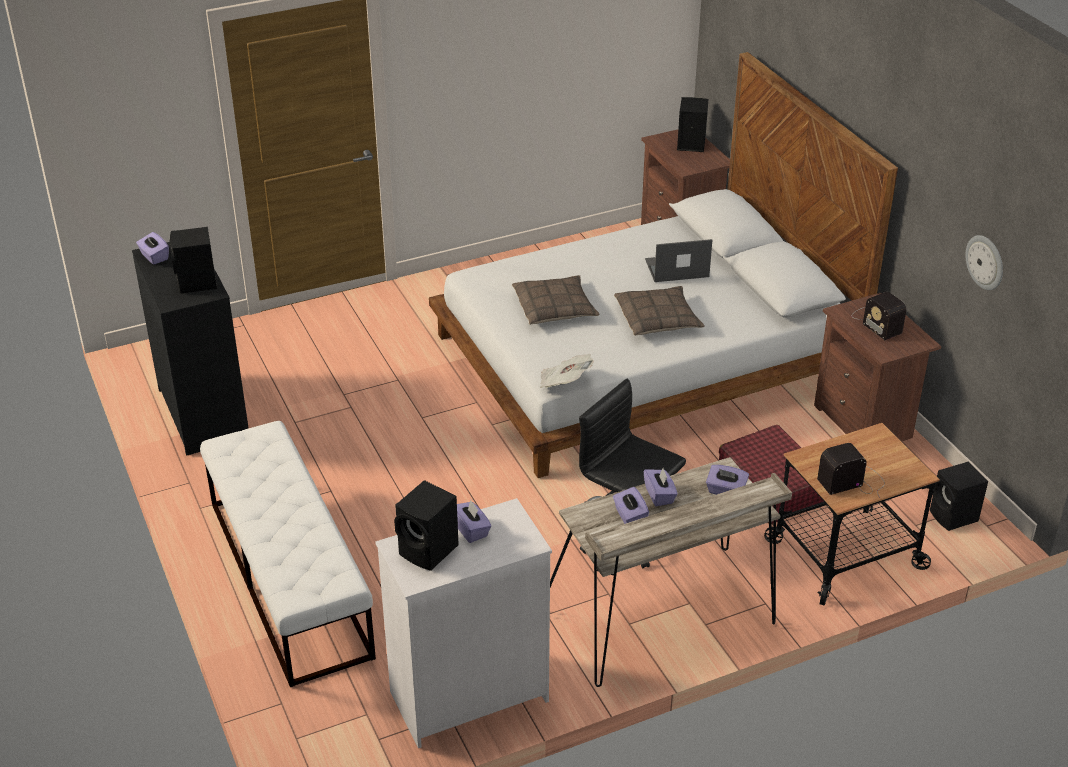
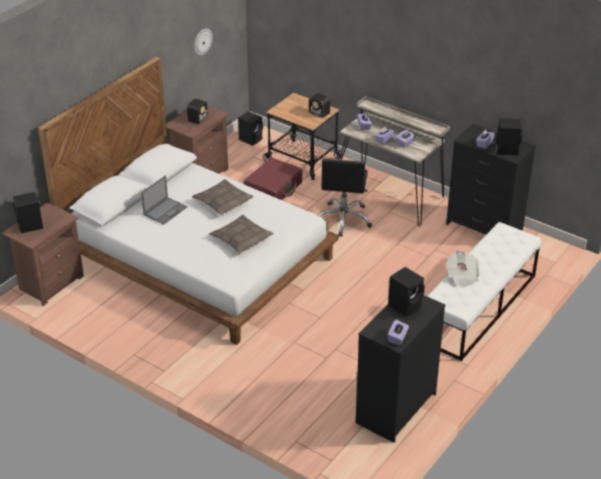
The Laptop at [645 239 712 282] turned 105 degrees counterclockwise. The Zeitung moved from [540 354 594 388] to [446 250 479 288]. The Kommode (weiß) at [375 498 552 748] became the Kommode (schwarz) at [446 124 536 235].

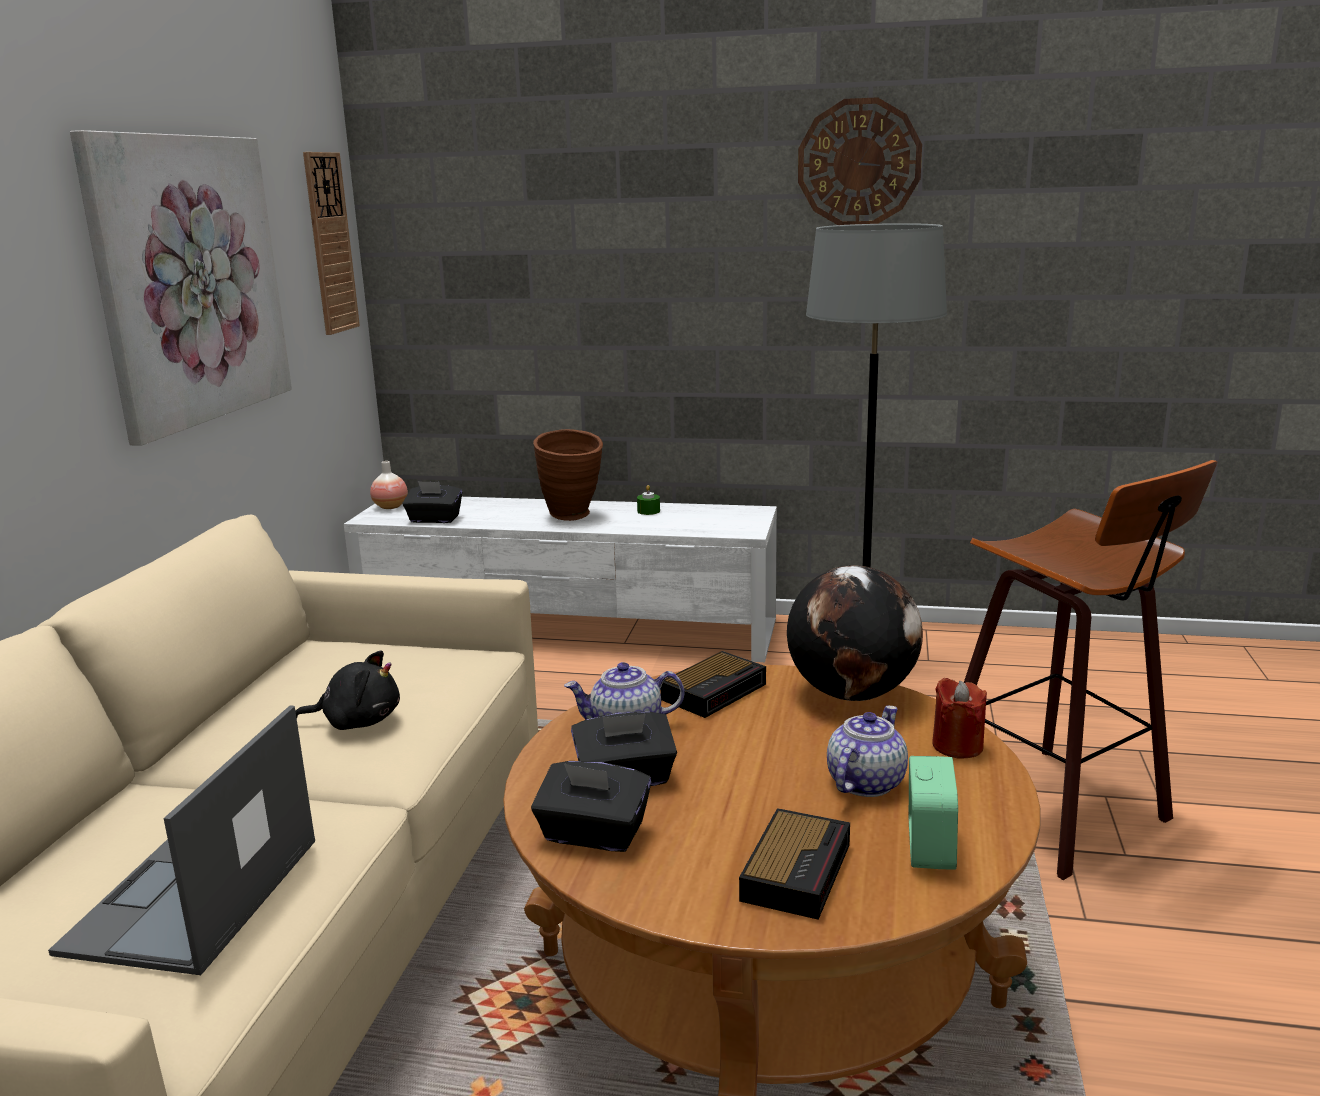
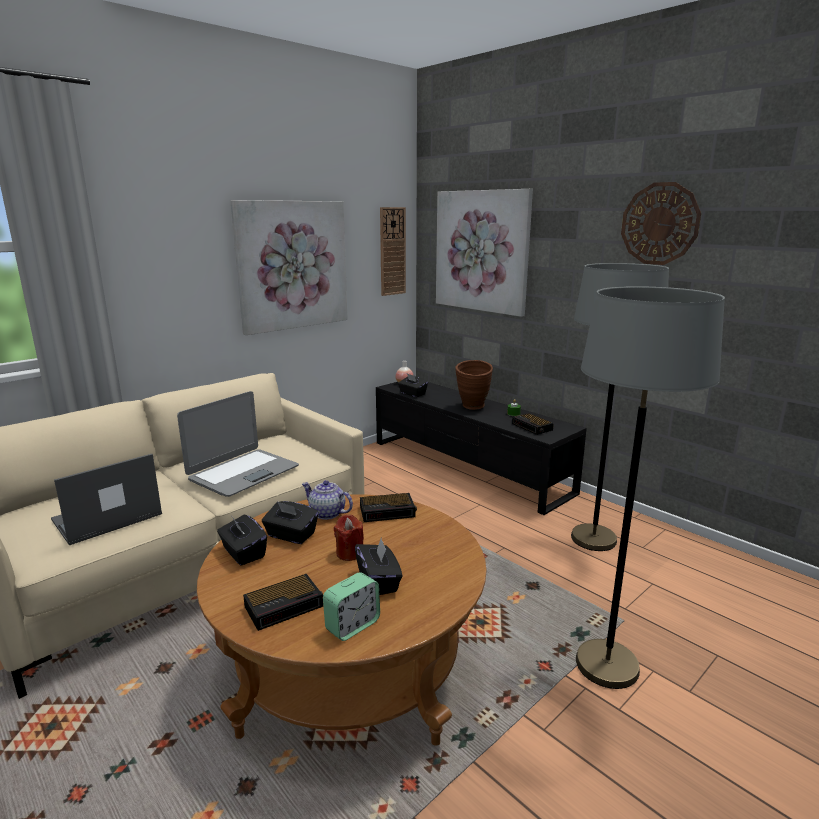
The Hocker at [964 460 1217 880] was replaced by the Stehlampe (grau) at [576 286 725 689]. The Fernsehschrank (weiß) at [344 497 777 662] became the Fernsehschrank (schwarz) at [376 382 587 515]. The Globus at [787 565 923 701] disappeared. The Plüschtier (schwarz) at [295 650 400 730] was replaced by the Laptop at [177 391 299 497]. The Kerze (rot) moved from [932 678 987 759] to [334 515 364 561]. The Teekanne at [827 706 908 797] was replaced by the Taschentuchbox (schwarz) at [355 538 402 595]. The Bild at [436 189 533 317] appeared. The Wecker at [512 413 554 435] appeared.

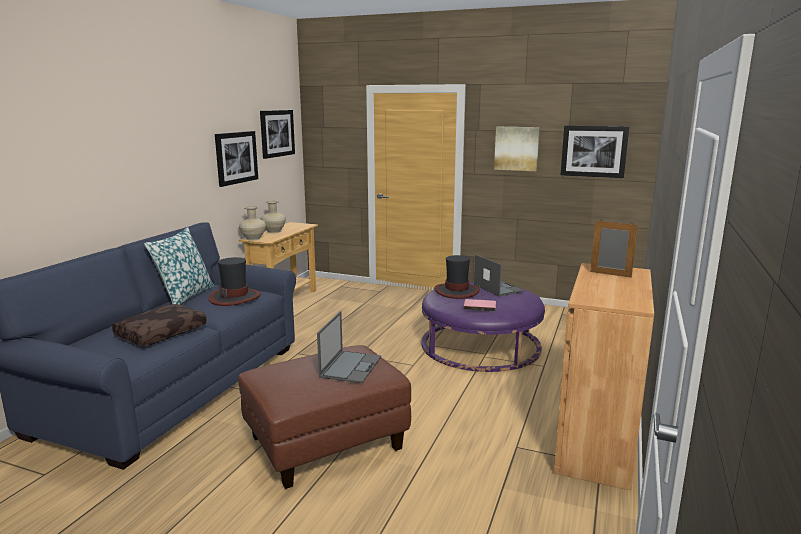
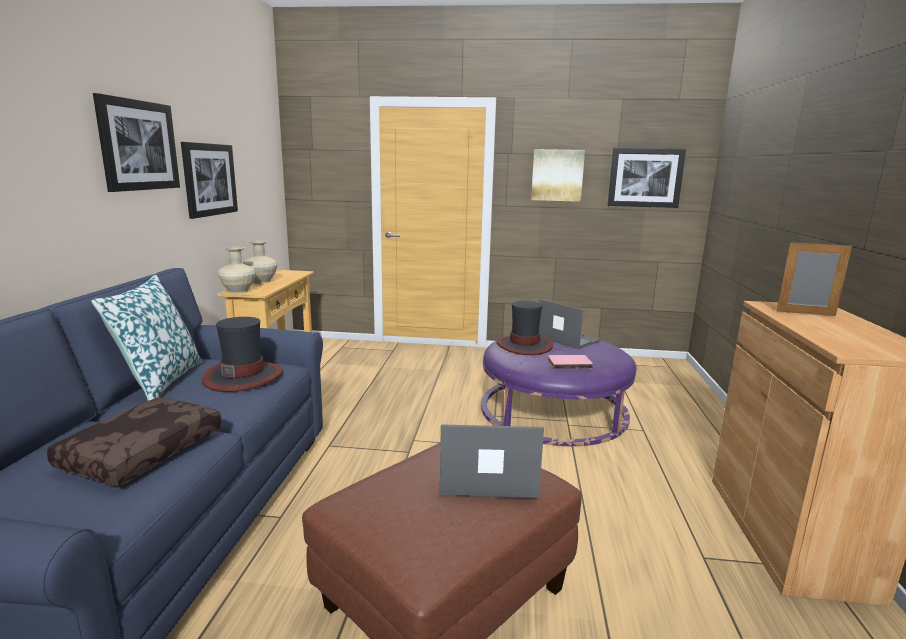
The Bild moved from [260 110 295 159] to [93 93 180 192]. The Laptop at [317 311 381 383] turned 90 degrees counterclockwise.

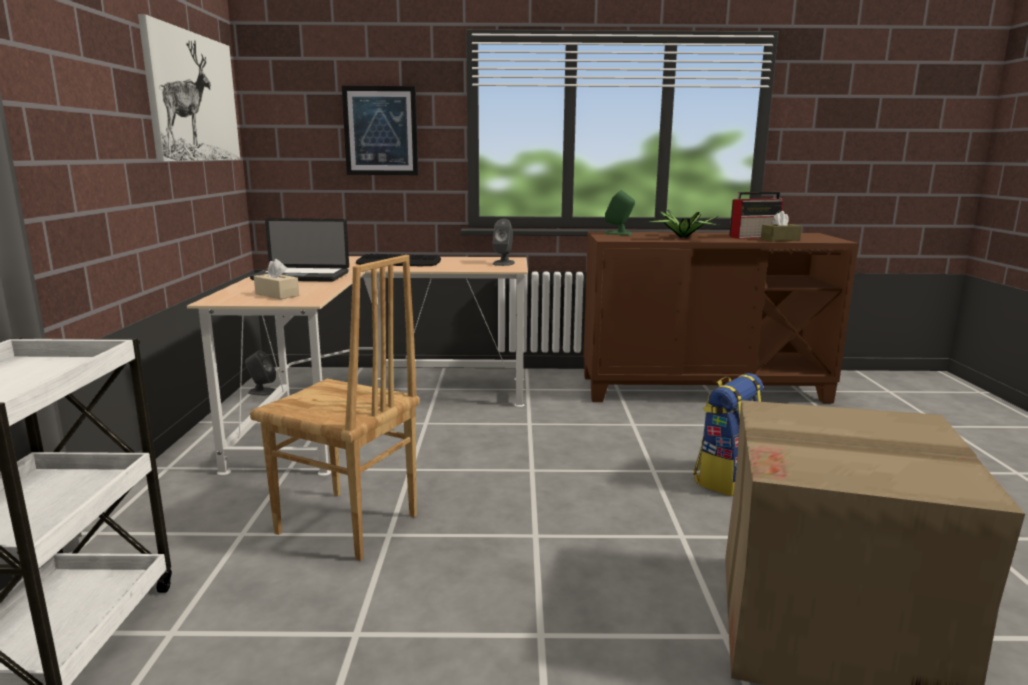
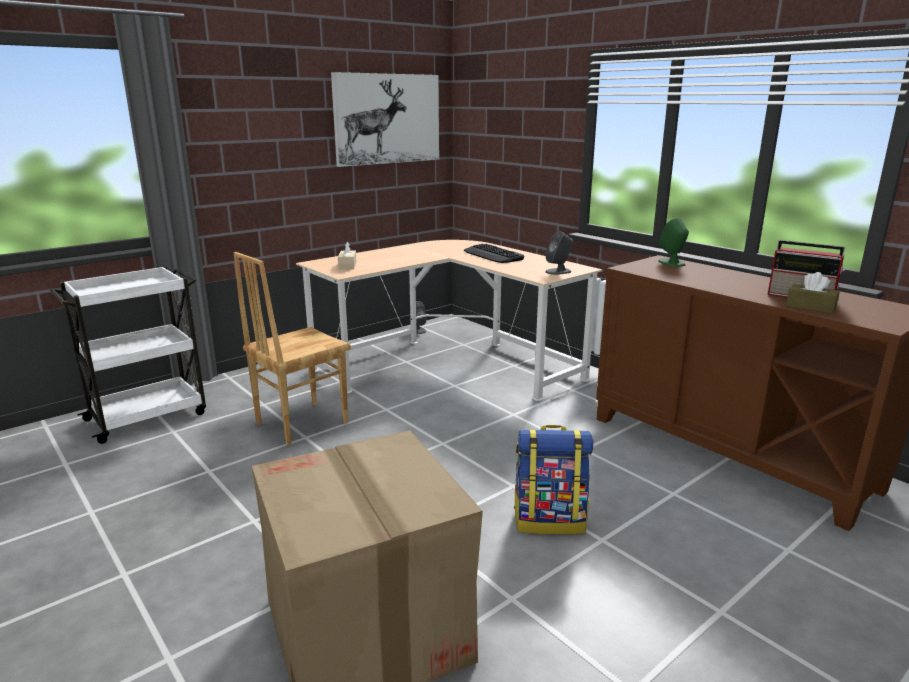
The Bild at [342 86 418 175] disappeared. The Topfpflanze at [647 210 719 238] disappeared. The Laptop at [250 218 349 282] disappeared. The Stuhl (braun) at [250 255 420 561] turned 60 degrees clockwise.

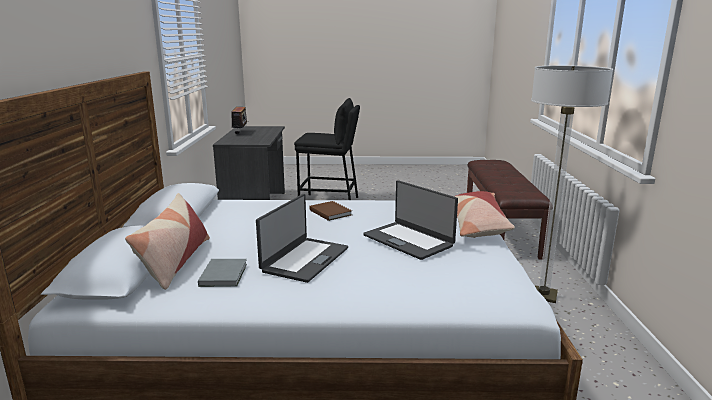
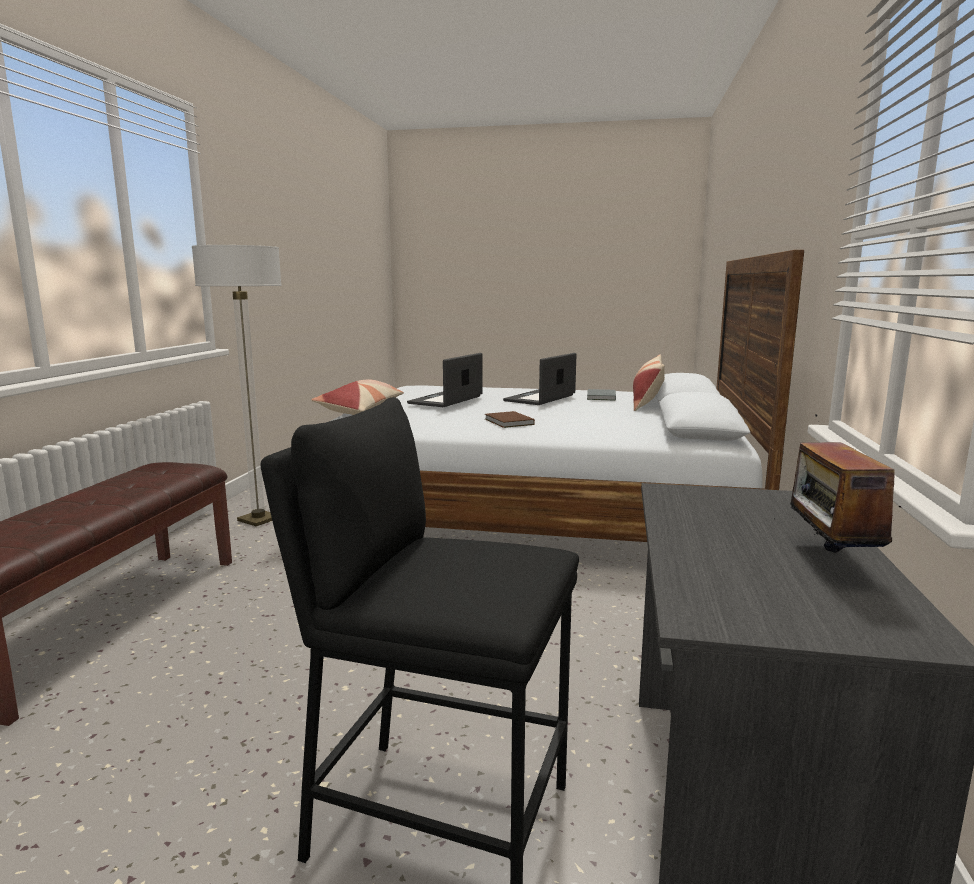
The Laptop at [363 180 458 260] turned 120 degrees counterclockwise.

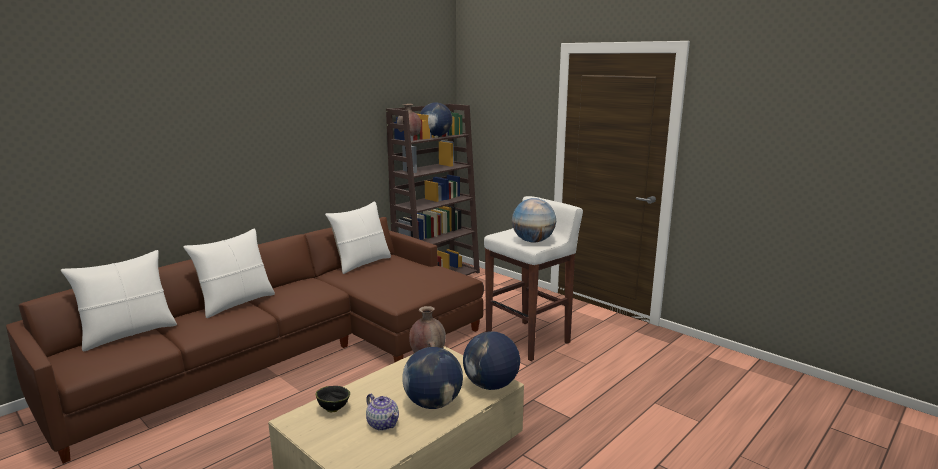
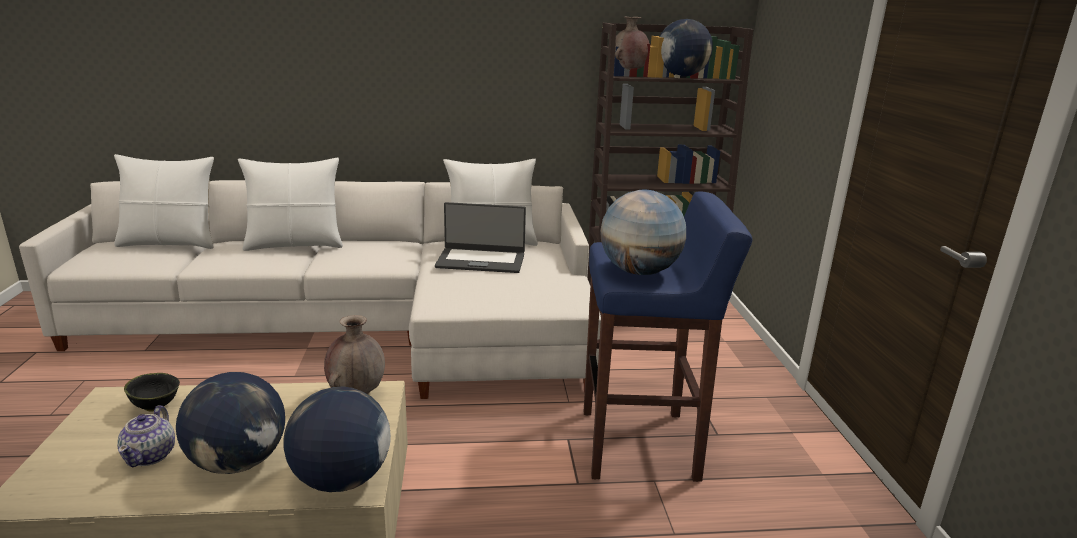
The Hocker (weiß) at [484 196 583 361] became the Hocker (blau) at [584 191 753 482]. The Sofa (braun) at [6 217 484 464] became the Sofa (weiß) at [19 180 601 399]. The Laptop at [435 202 526 273] appeared.

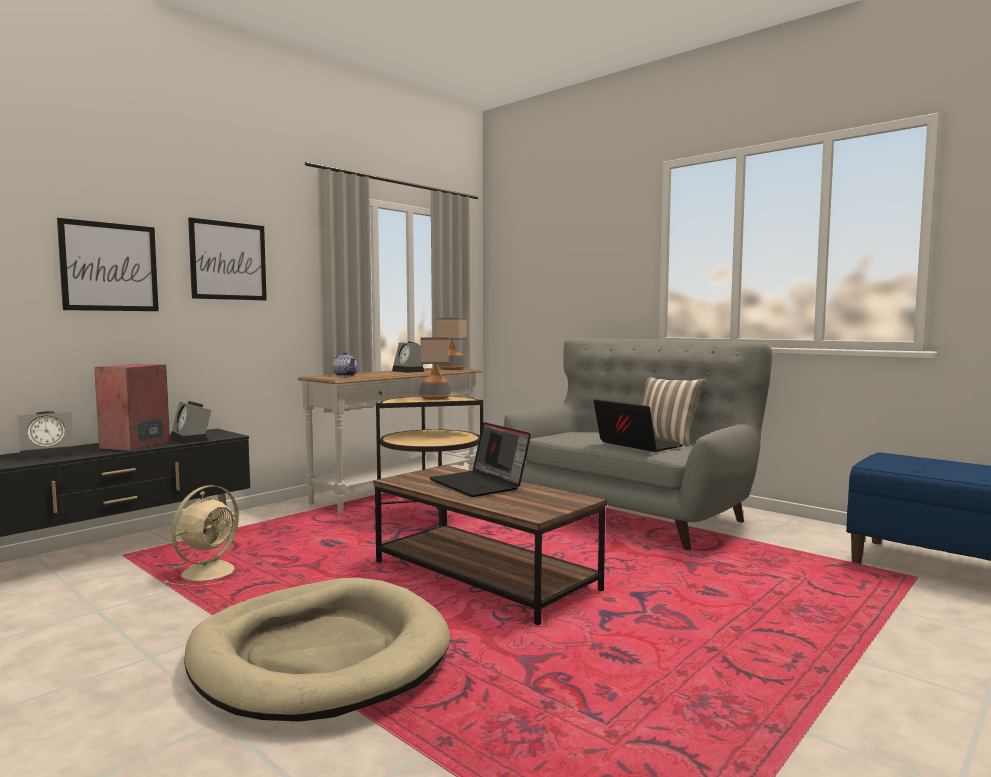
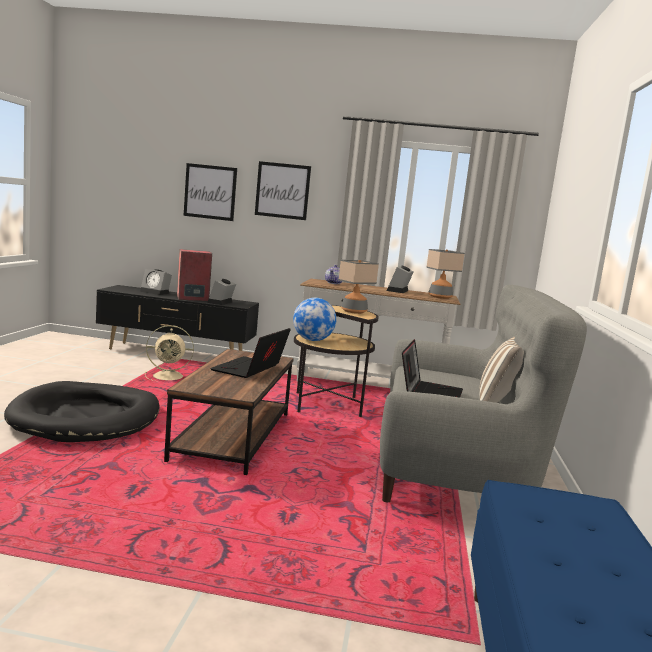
The Hundebett (beige) at [184 578 450 722] became the Hundebett (schwarz) at [4 381 159 442]. The Globus at [293 298 336 341] appeared.

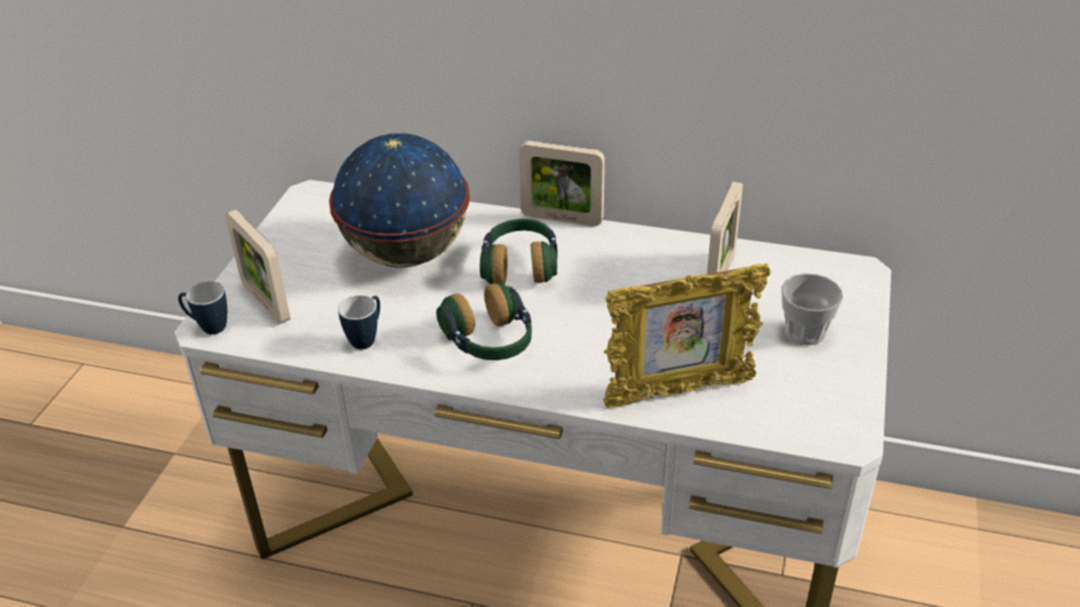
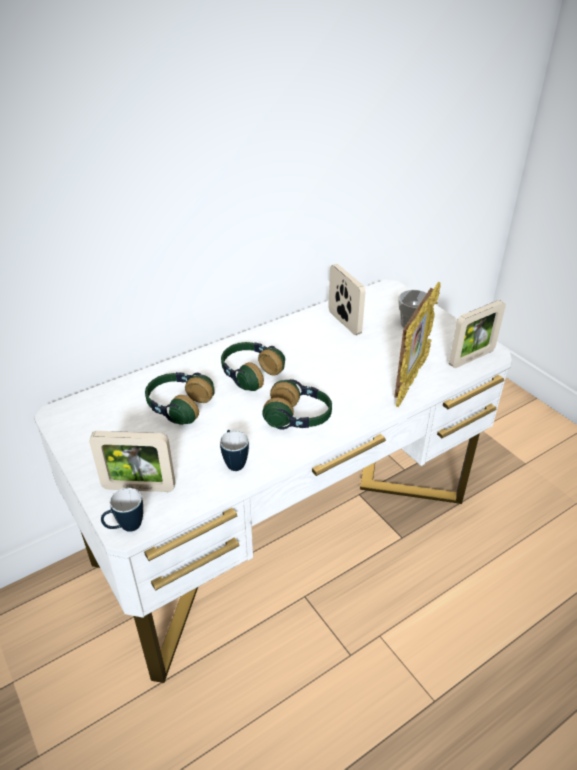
The Globus at [329 133 470 267] was replaced by the Kopfhörer at [145 372 215 425]. The Bilderrahmen moved from [519 141 605 226] to [449 300 506 368].

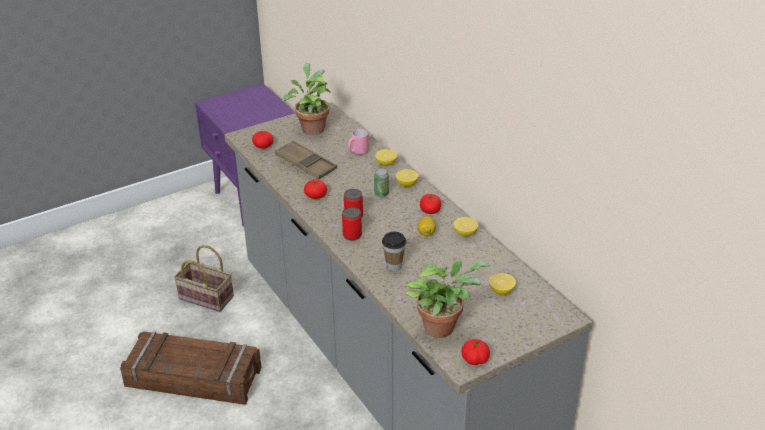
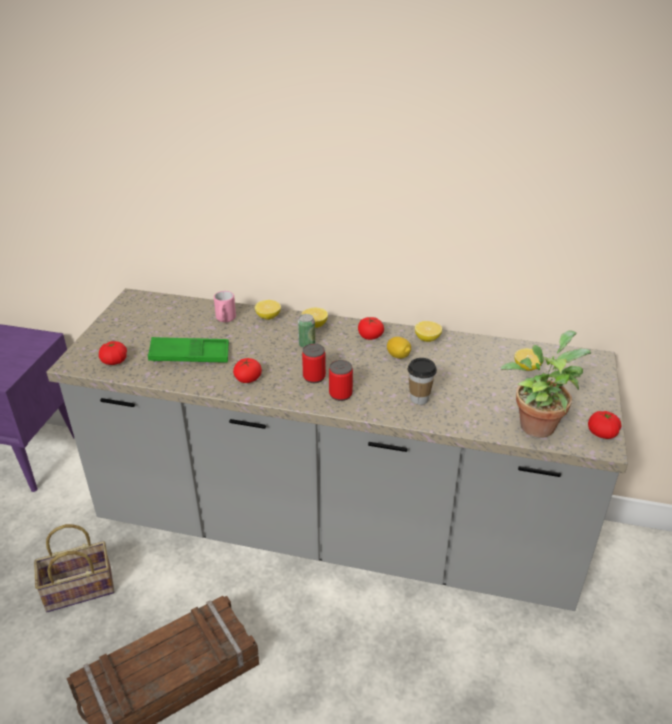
The Topfpflanze at [282 63 331 135] disappeared. The Tablett (braun) at [275 140 337 180] became the Tablett (grün) at [148 337 229 363].

